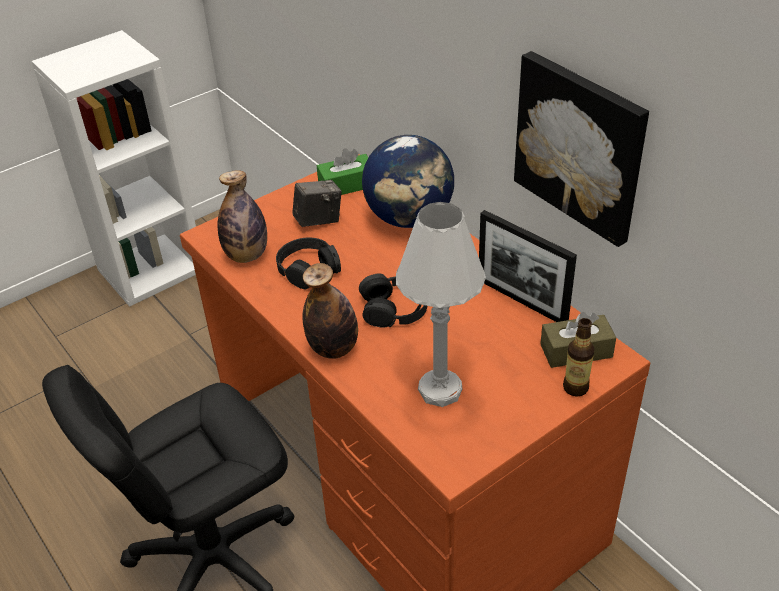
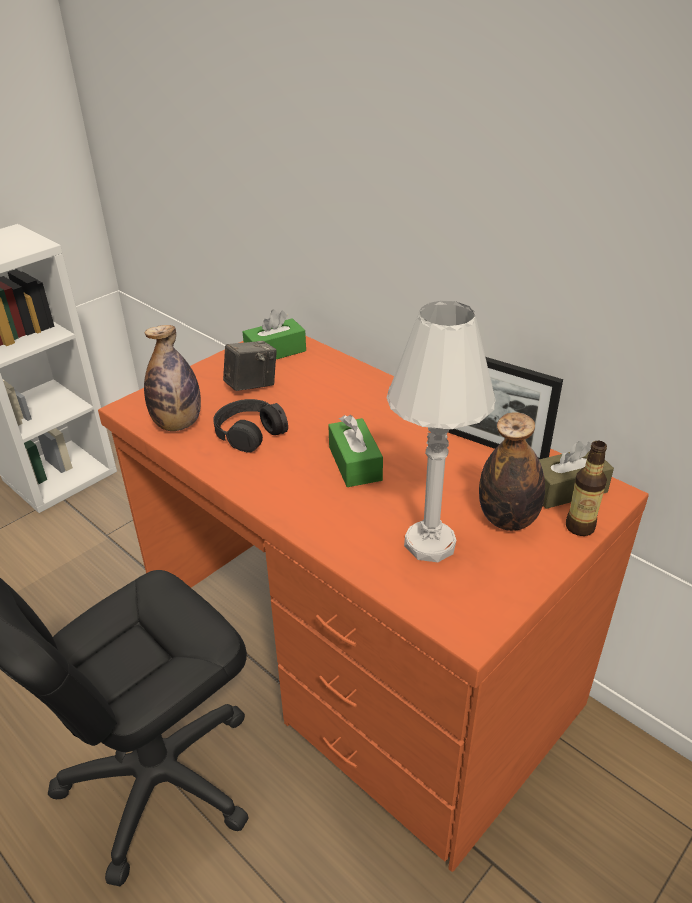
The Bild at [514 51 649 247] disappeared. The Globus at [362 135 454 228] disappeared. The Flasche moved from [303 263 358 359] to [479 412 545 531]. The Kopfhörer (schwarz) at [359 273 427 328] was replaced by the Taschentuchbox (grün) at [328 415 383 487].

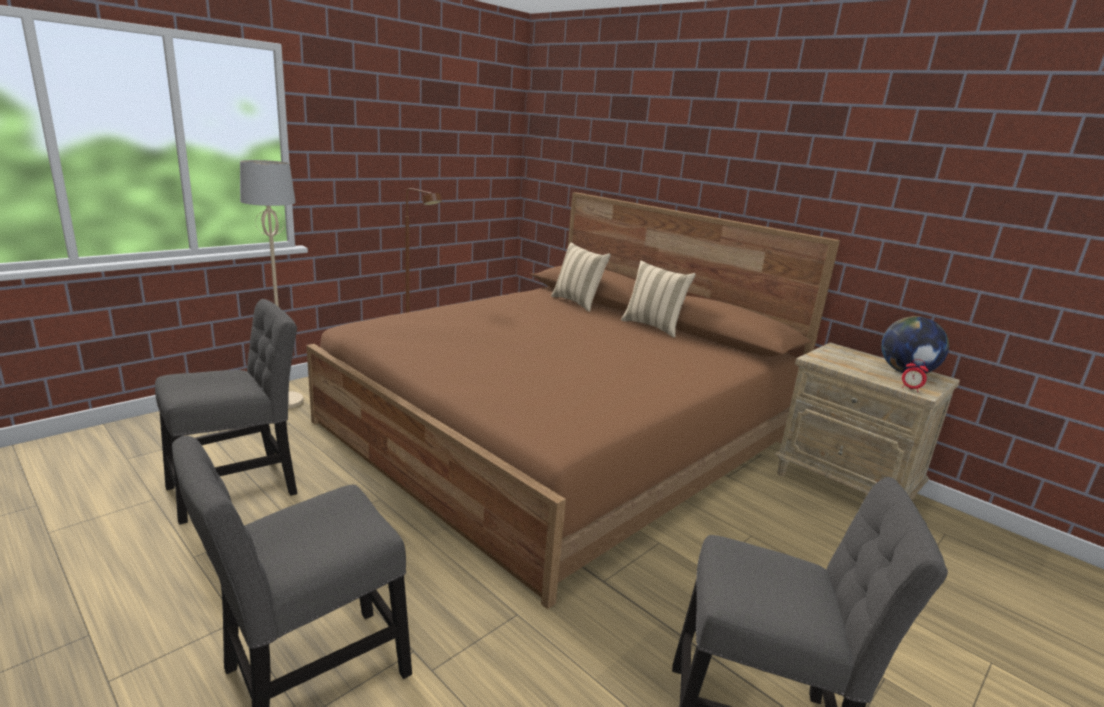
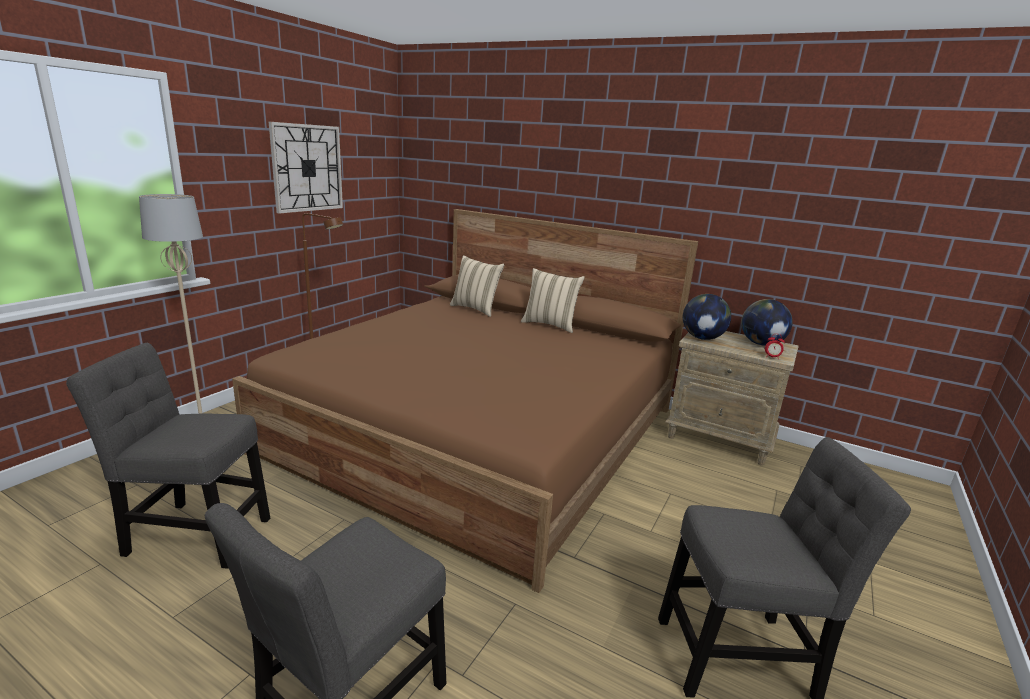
The Stuhl (grau) at [155 299 297 525] turned 120 degrees counterclockwise. The Wanduhr at [268 121 343 214] appeared. The Globus at [683 294 731 340] appeared.

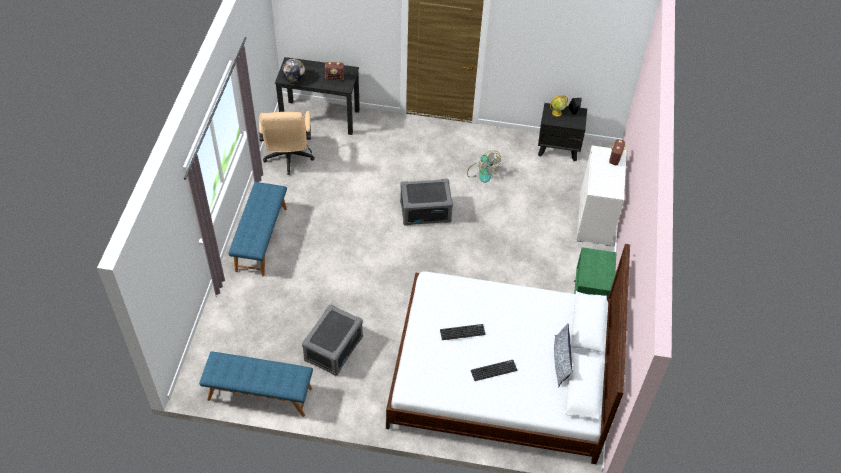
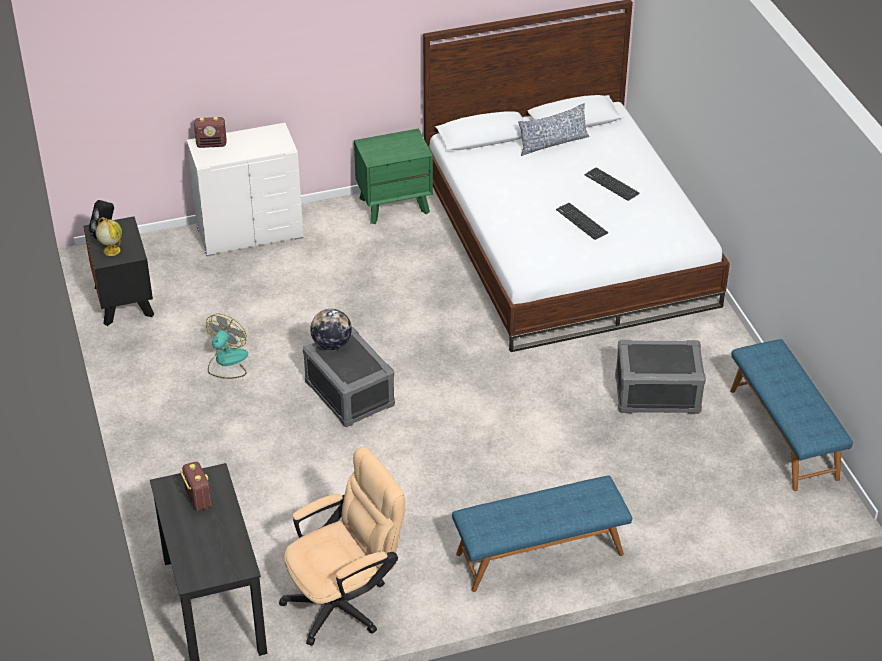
The Globus moved from [281 59 305 82] to [310 309 352 350].

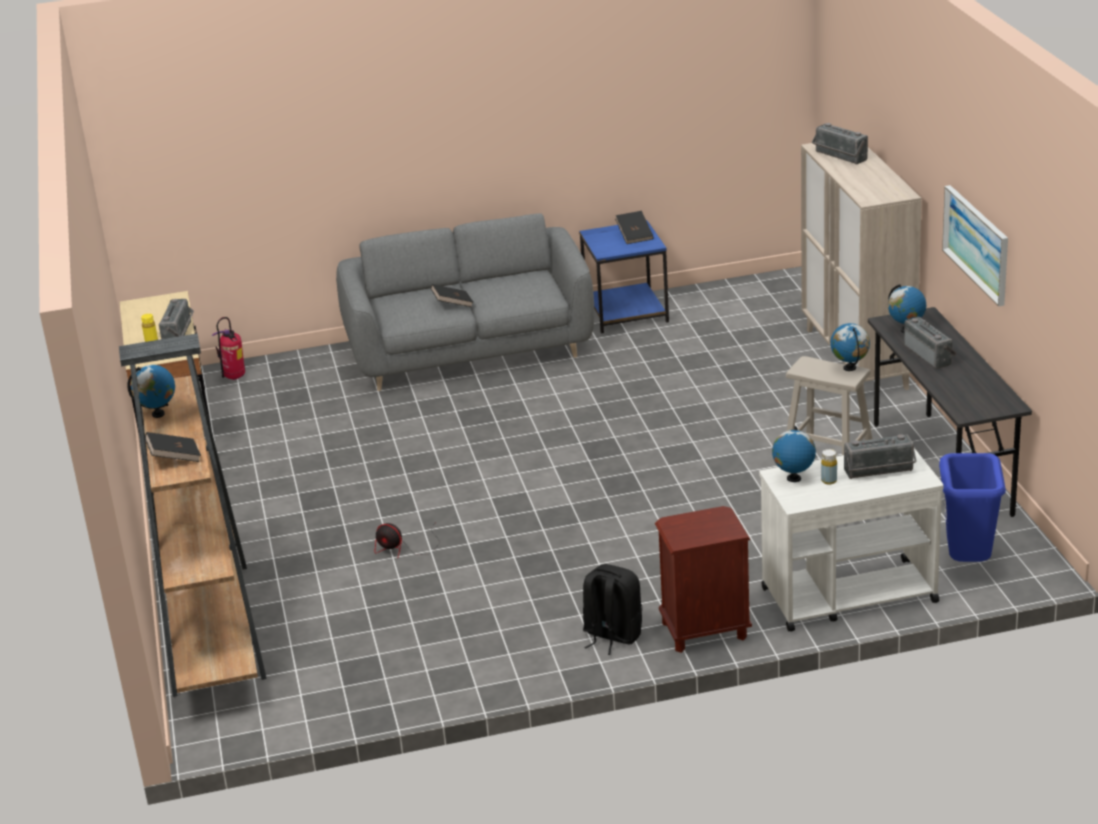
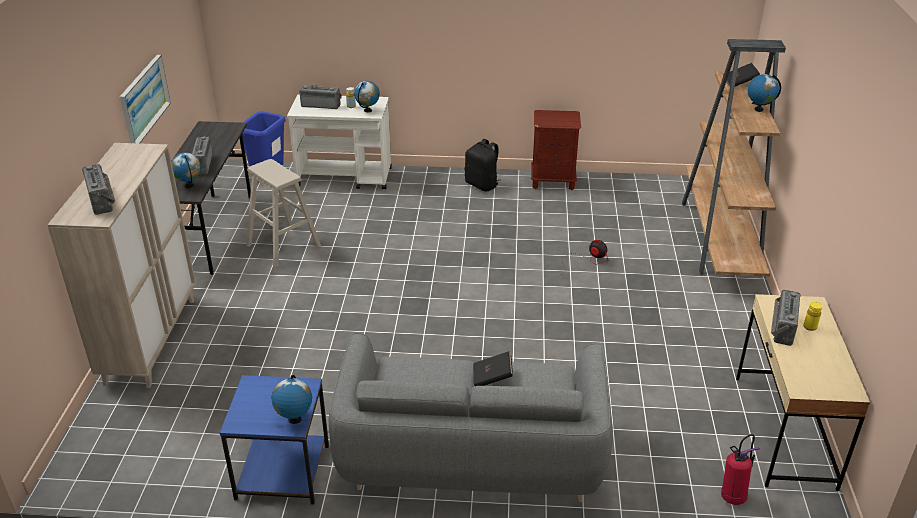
The Buch (schwarz) at [615 211 654 244] disappeared. The Globus moved from [830 323 870 371] to [272 375 312 424]. The Nachttisch (braun) moved from [655 506 752 653] to [531 110 581 190].

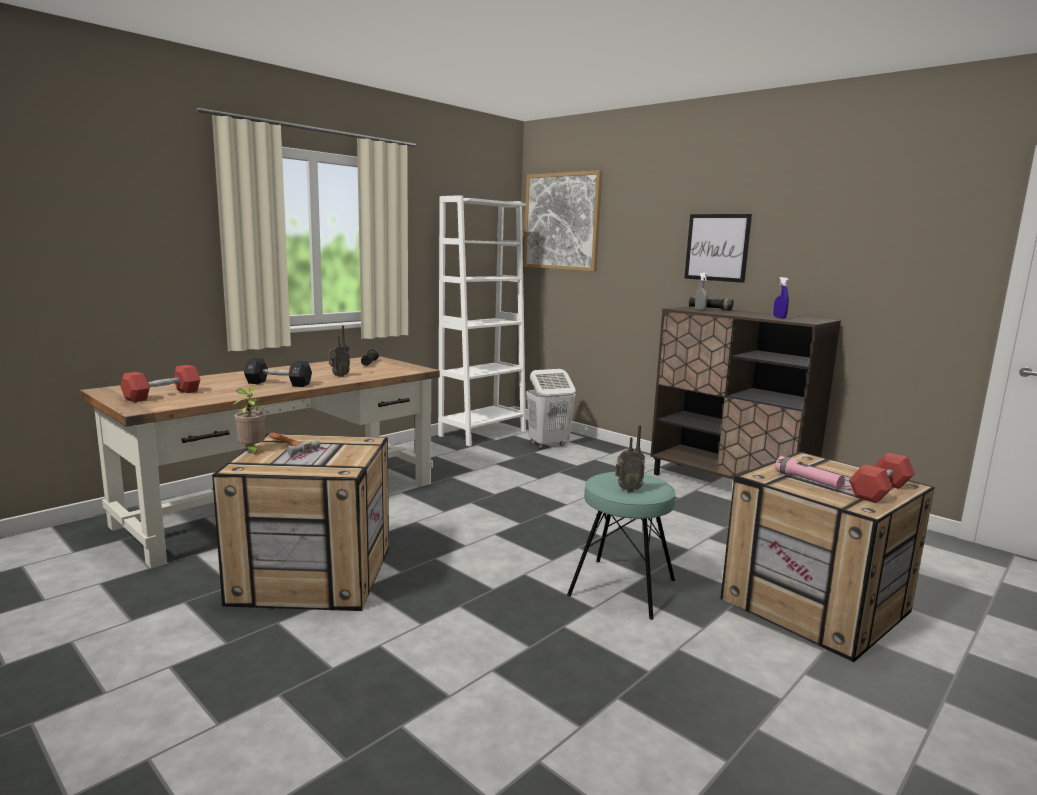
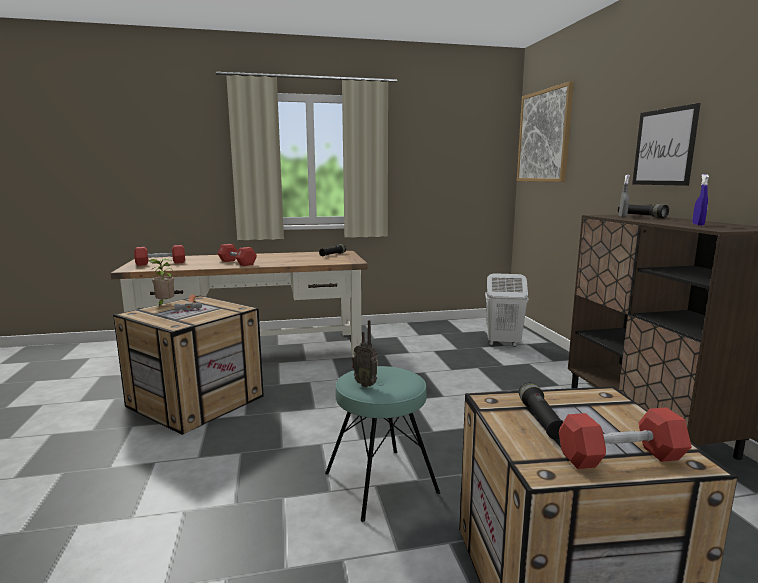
The Bücherregal (weiß) at [438 195 526 446] disappeared. The Radio at [328 326 350 377] disappeared. The Hantel (schwarz) at [244 358 312 387] became the Hantel (rot) at [217 244 257 266]. The Taschenlampe (rosa) at [775 456 846 490] became the Taschenlampe (schwarz) at [519 382 564 440].

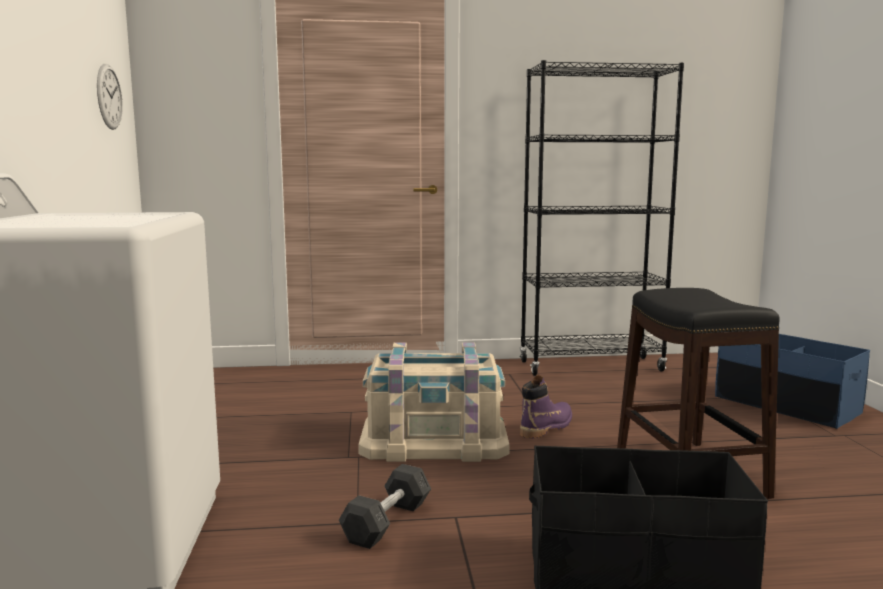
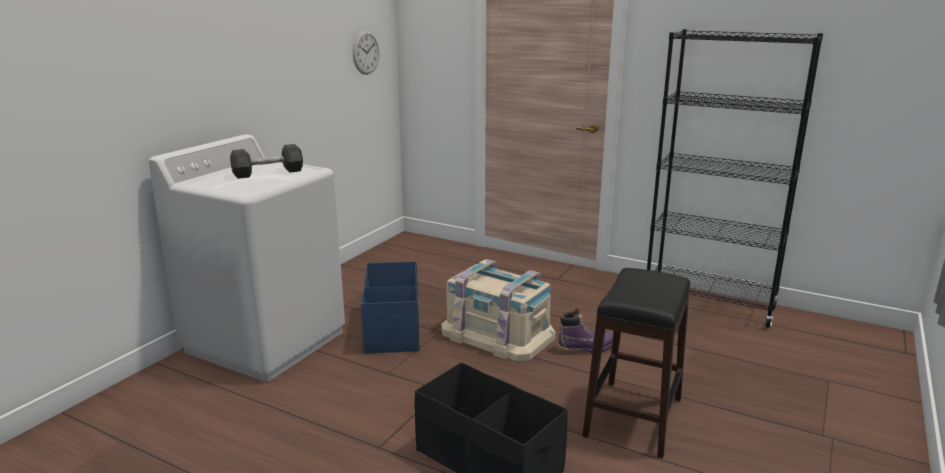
The Aufbewahrungsbox (blau) moved from [715 334 870 429] to [361 261 420 354]. The Hantel (grau) moved from [339 464 431 549] to [230 144 303 179].

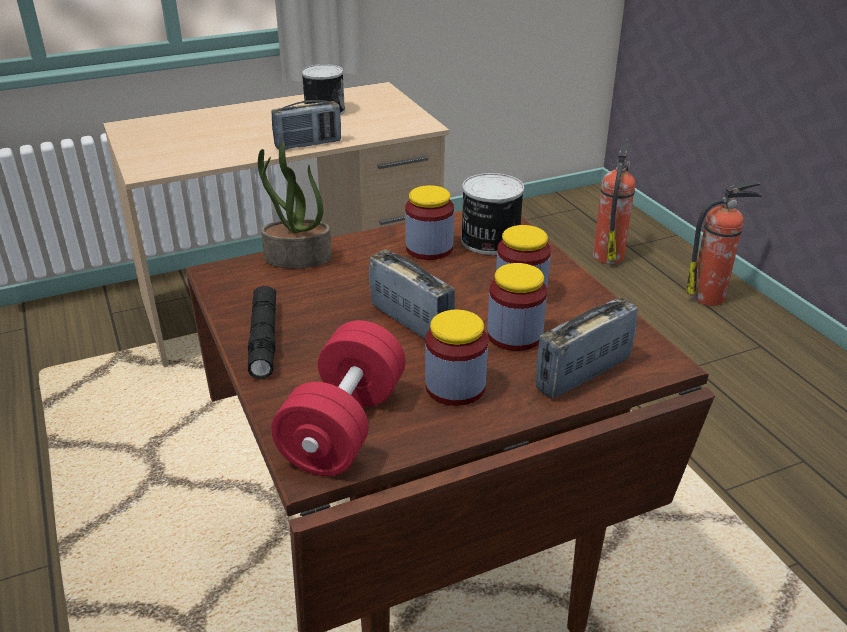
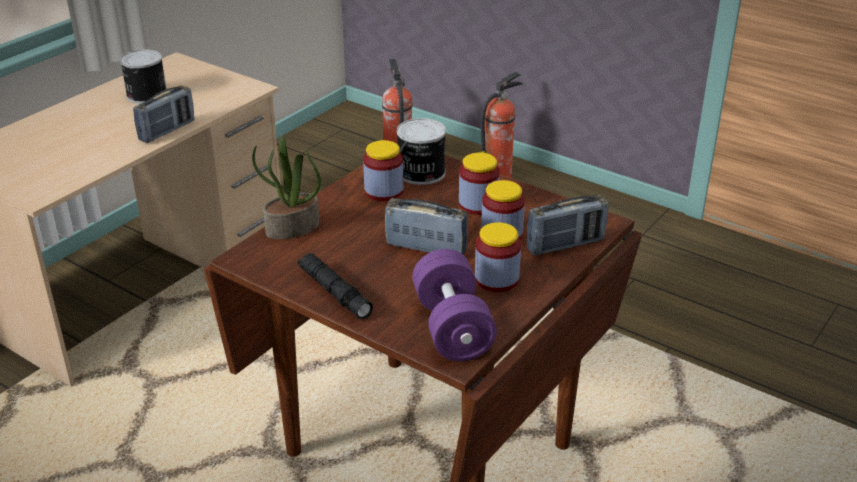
The Radio at [536 297 638 399] turned 135 degrees counterclockwise. The Hantel (rot) at [271 320 405 476] became the Hantel (lila) at [412 249 497 361].

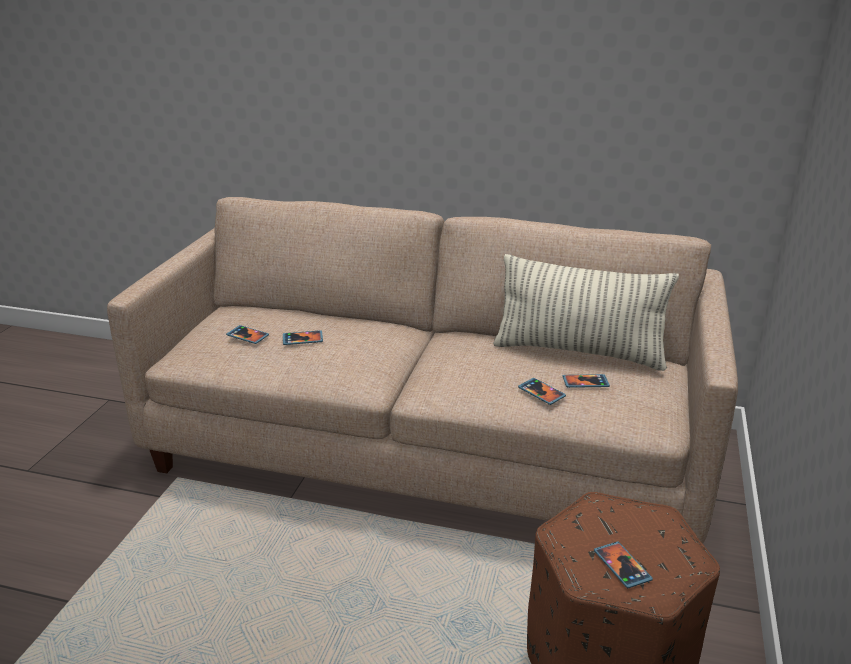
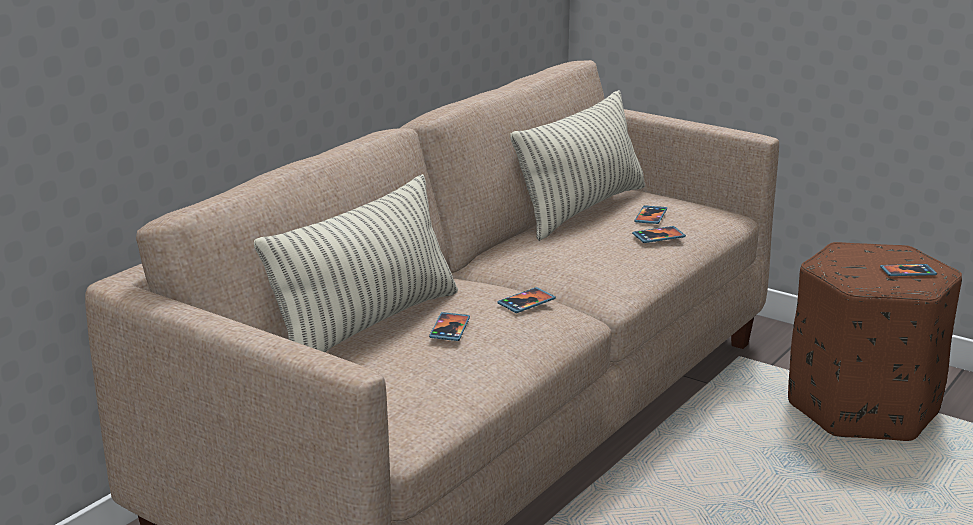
The Handy moved from [226 325 269 344] to [497 287 556 313]. The Kissen at [254 174 458 352] appeared.

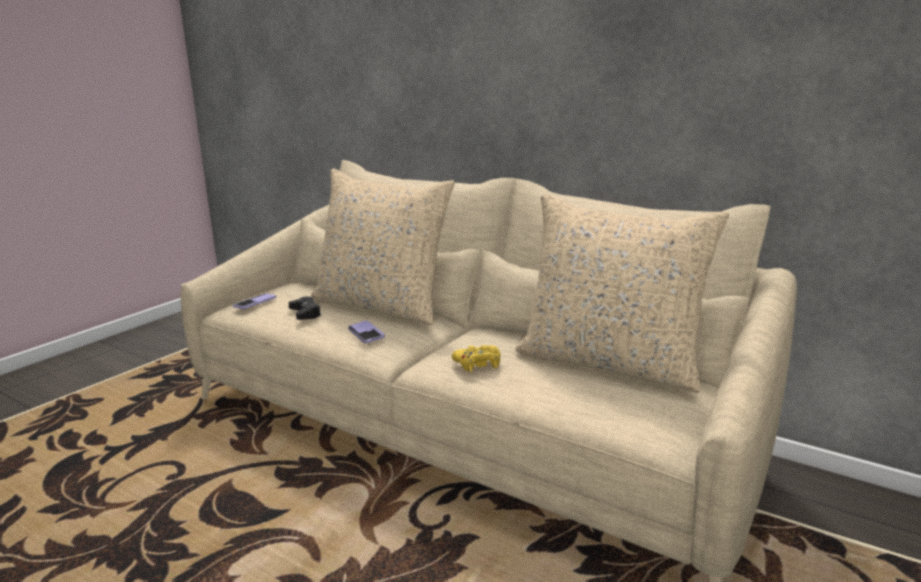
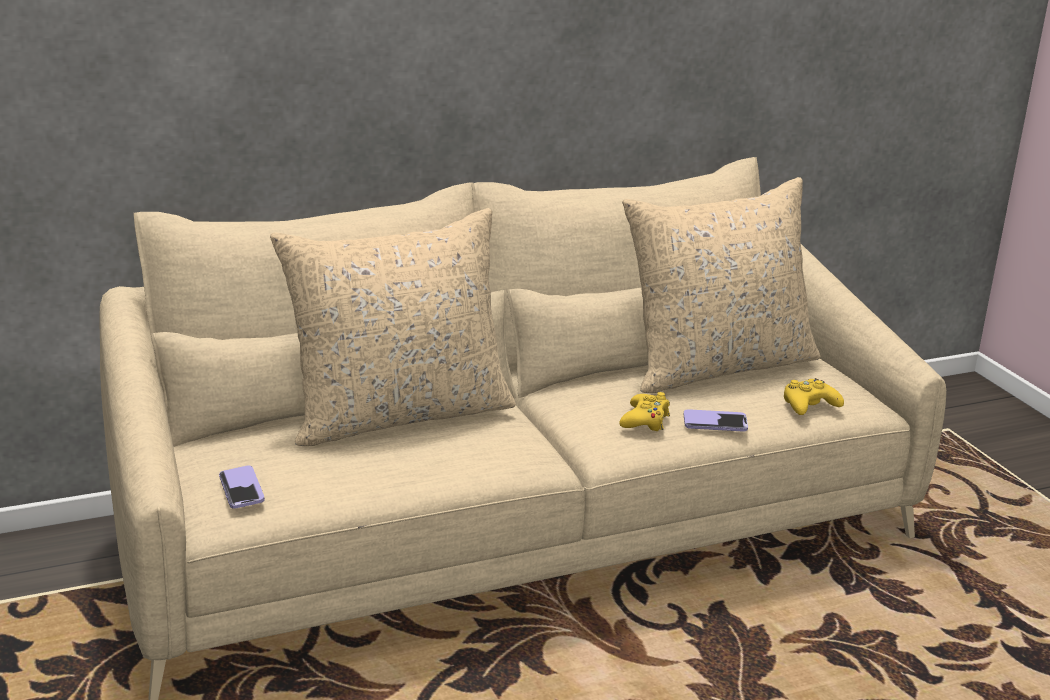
The Gamepad (schwarz) at [288 296 321 320] disappeared. The Handy moved from [348 321 385 343] to [683 409 748 432]. The Gamepad (gelb) at [784 378 844 415] appeared.

